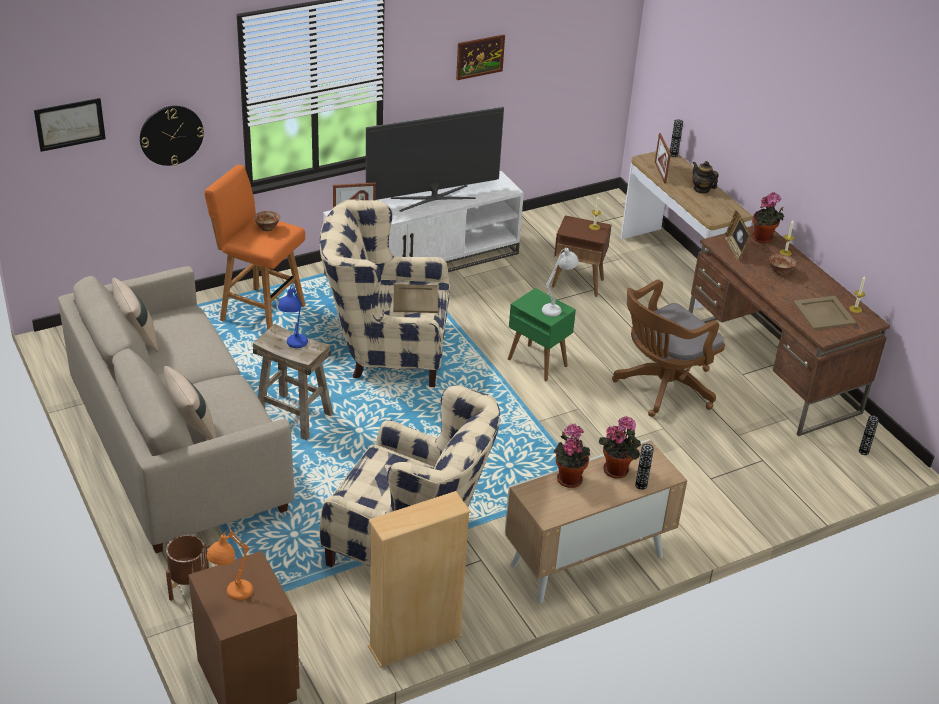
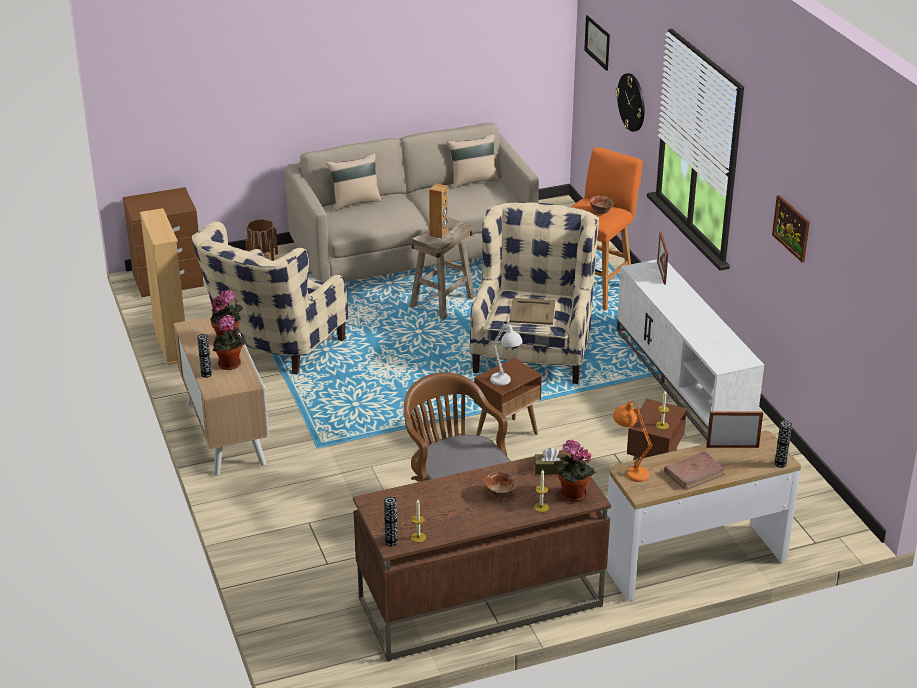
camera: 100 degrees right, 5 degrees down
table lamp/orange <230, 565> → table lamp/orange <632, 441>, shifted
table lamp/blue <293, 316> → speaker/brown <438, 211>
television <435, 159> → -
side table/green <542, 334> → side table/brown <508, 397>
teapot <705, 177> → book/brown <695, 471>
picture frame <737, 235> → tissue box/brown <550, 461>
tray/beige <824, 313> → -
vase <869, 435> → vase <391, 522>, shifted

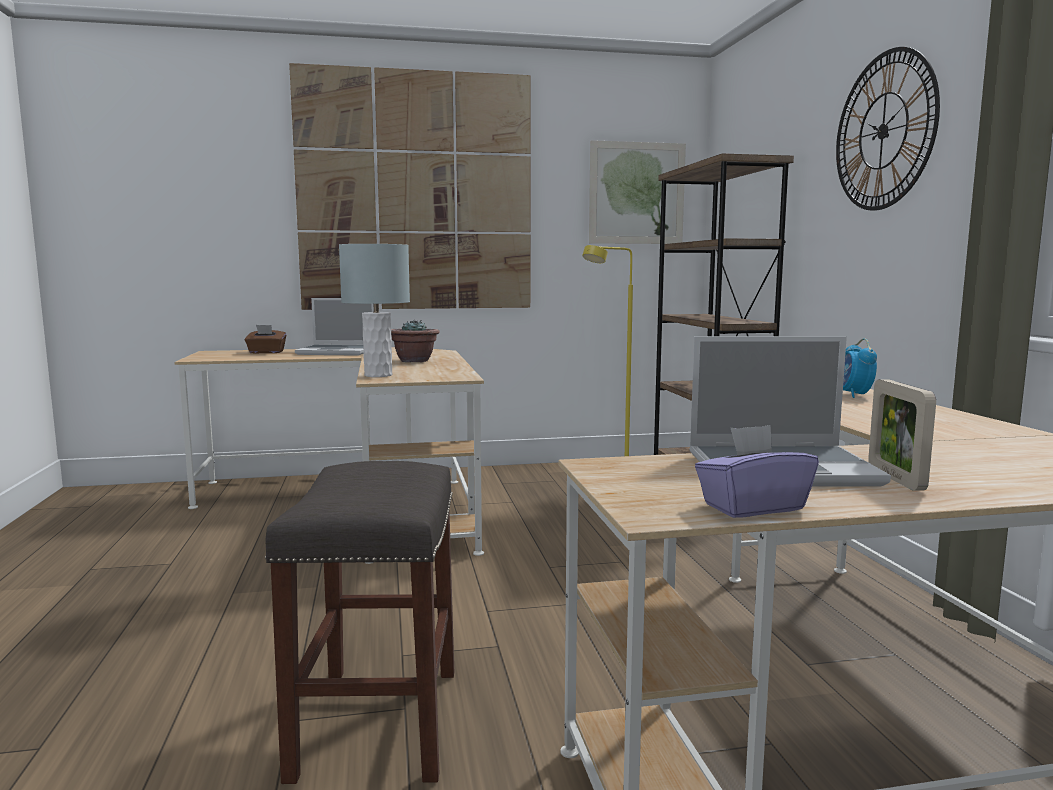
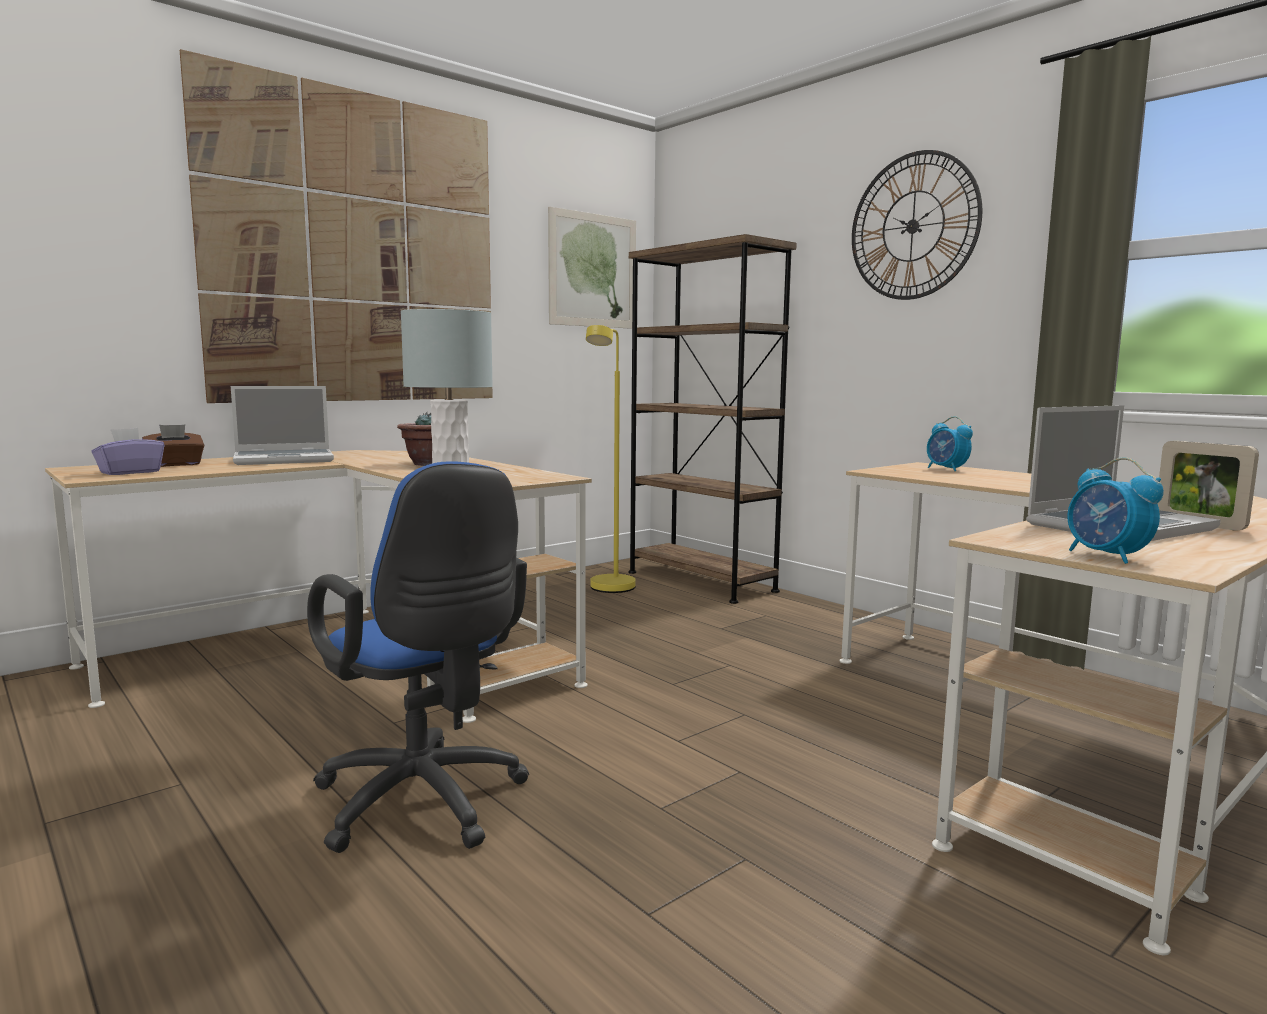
camera: 30 degrees left, 0 degrees up
stool/grey <359, 622> → -
tissue box/purple <757, 471> → tissue box/purple <128, 451>, shifted
- → office chair/blue <418, 657>
- → alarm clock <1115, 510>

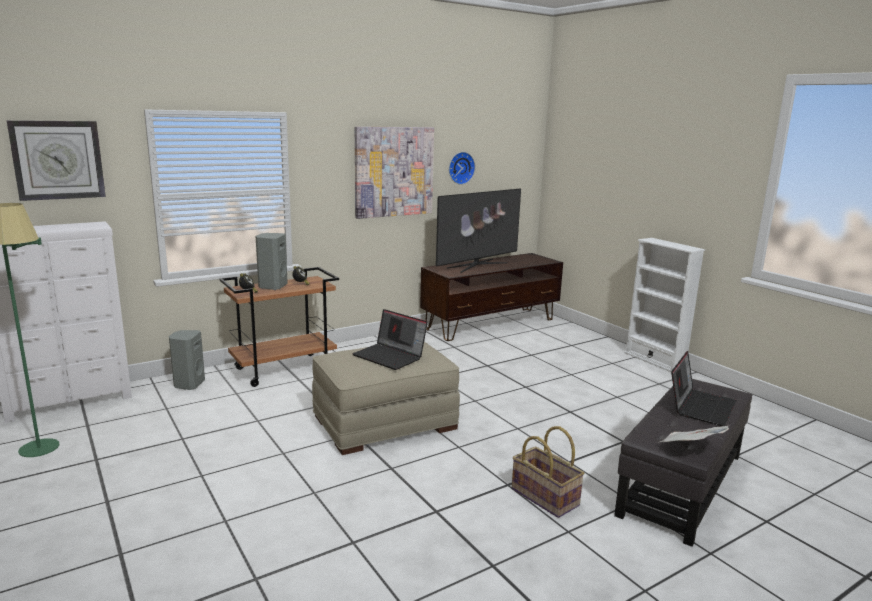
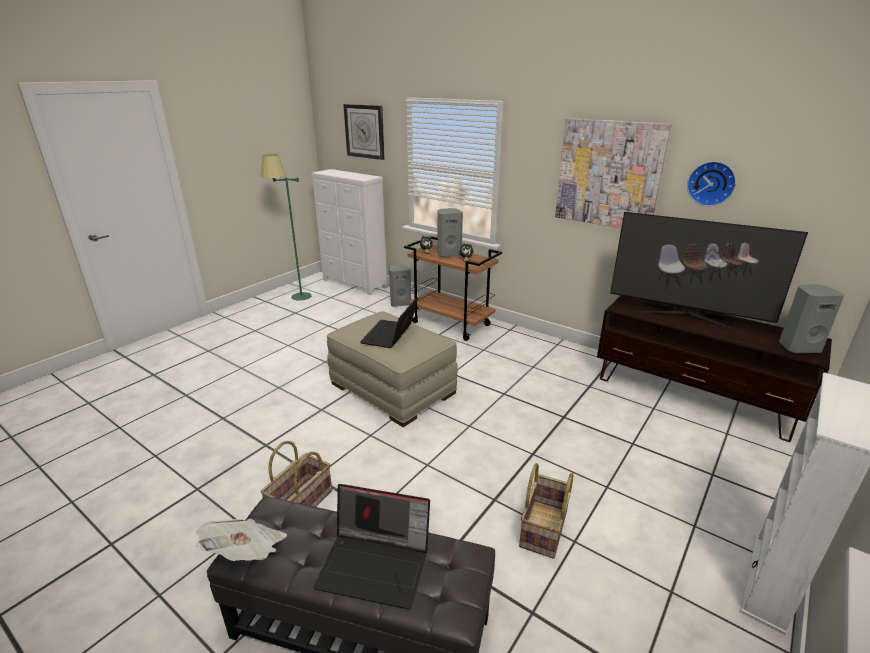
camera: 70 degrees right, 10 degrees up
- → basket <546, 511>
- → speaker/grey <811, 318>

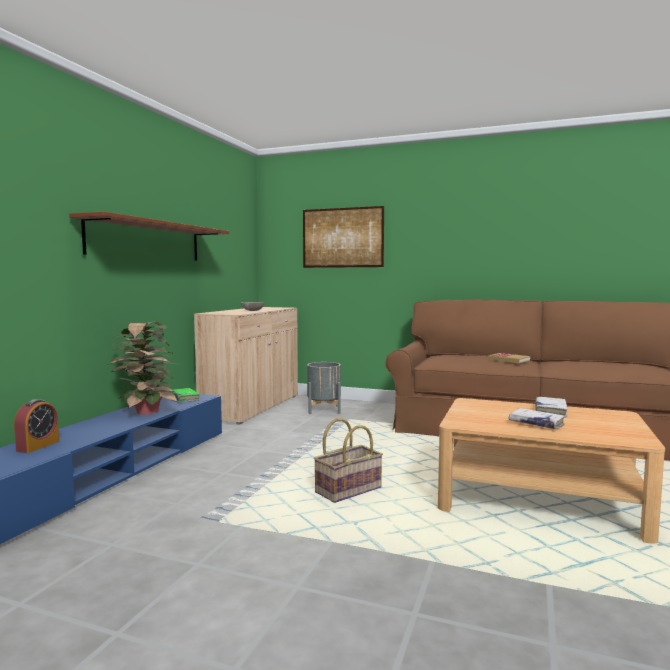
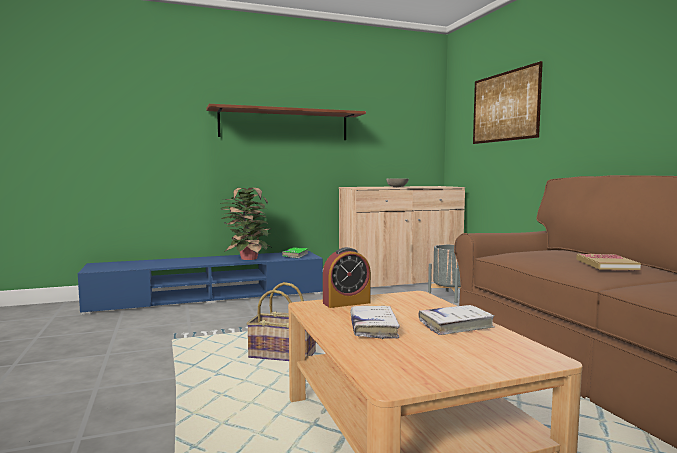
camera: 50 degrees right, 0 degrees up
alarm clock <36, 426> → alarm clock <347, 277>, shifted

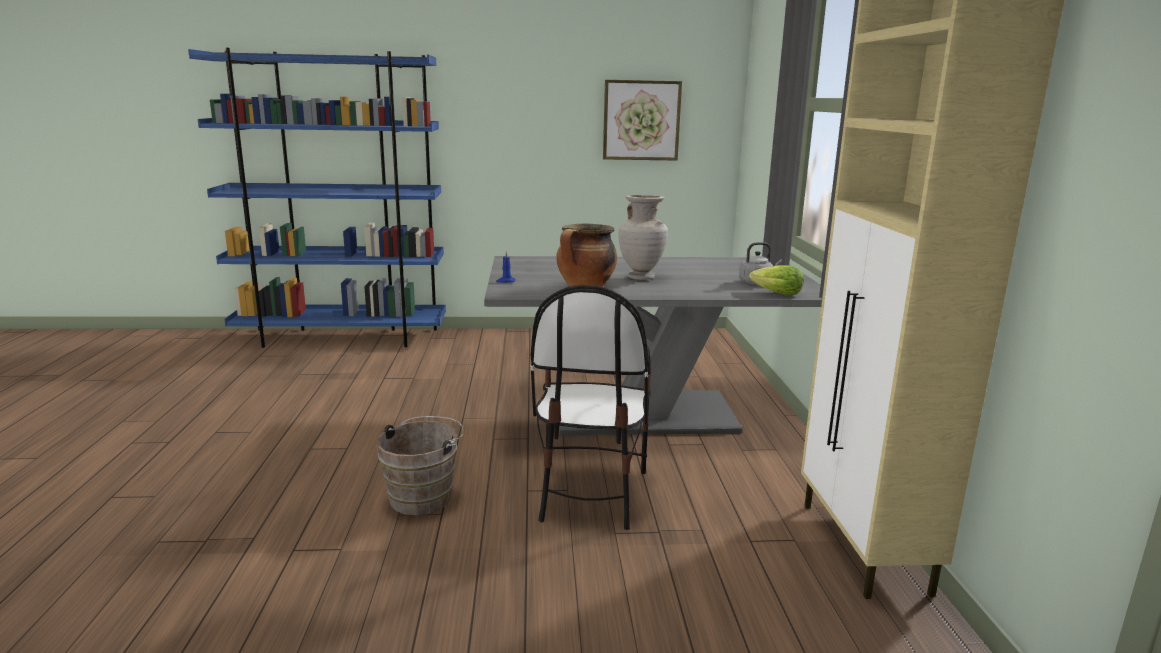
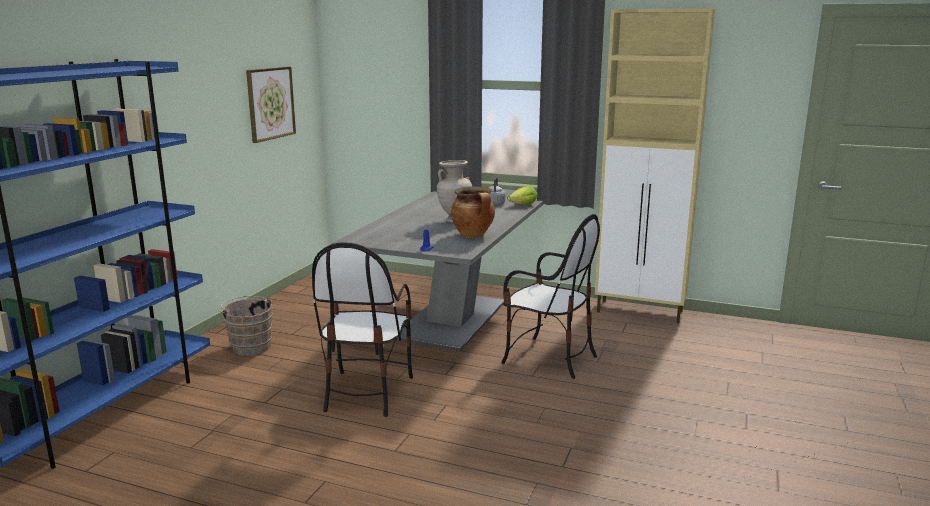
camera: 65 degrees left, 0 degrees up
bucket/brown <420, 465> → bucket/brown <246, 326>, shifted
- → chair <362, 329>

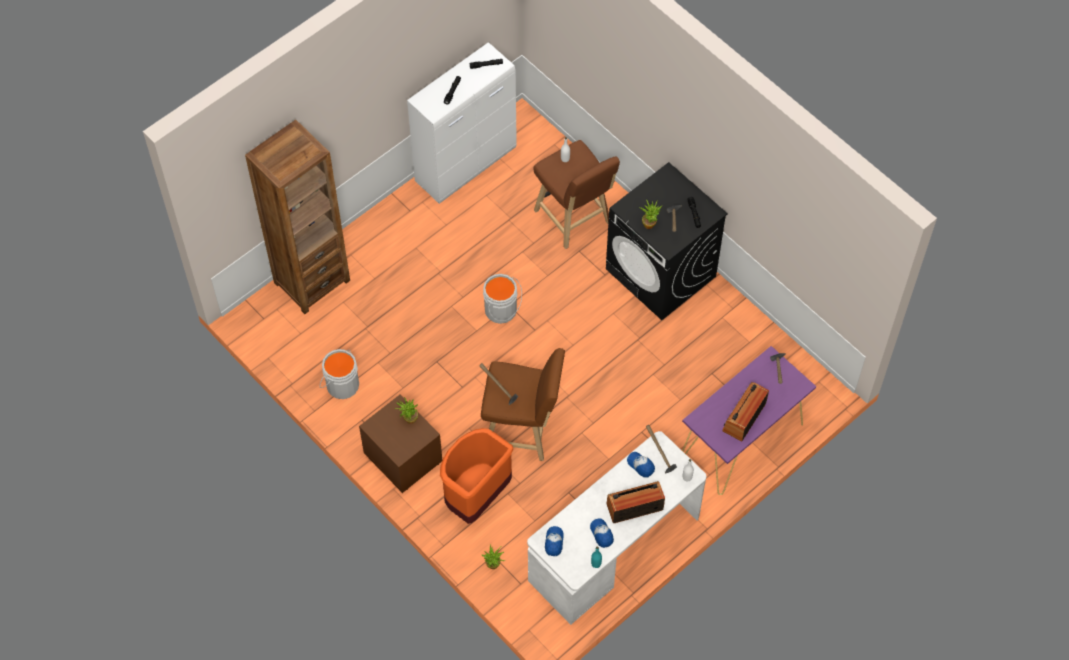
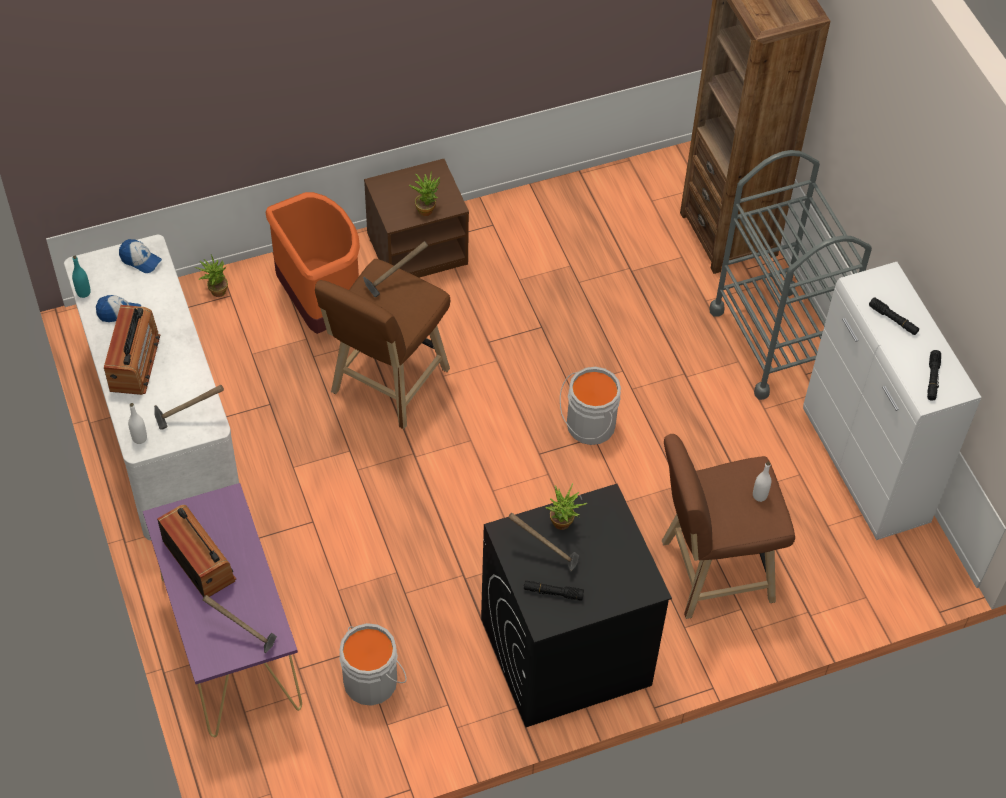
camera: 110 degrees right, 5 degrees down
bucket/grey <339, 374> → bucket/grey <373, 664>, shifted
cap <641, 465> → -
- → cart/grey <790, 275>

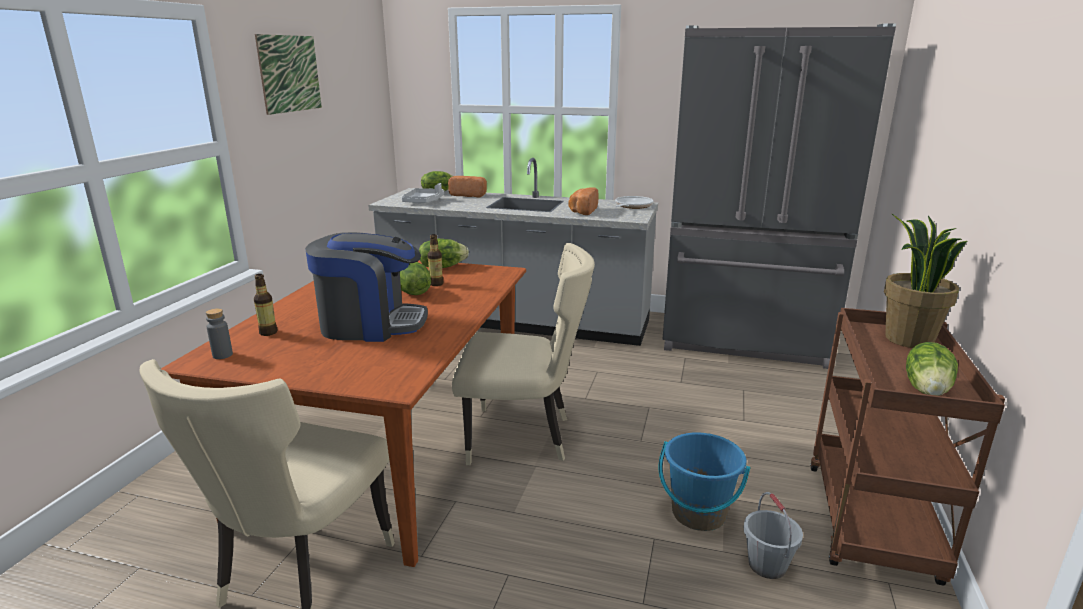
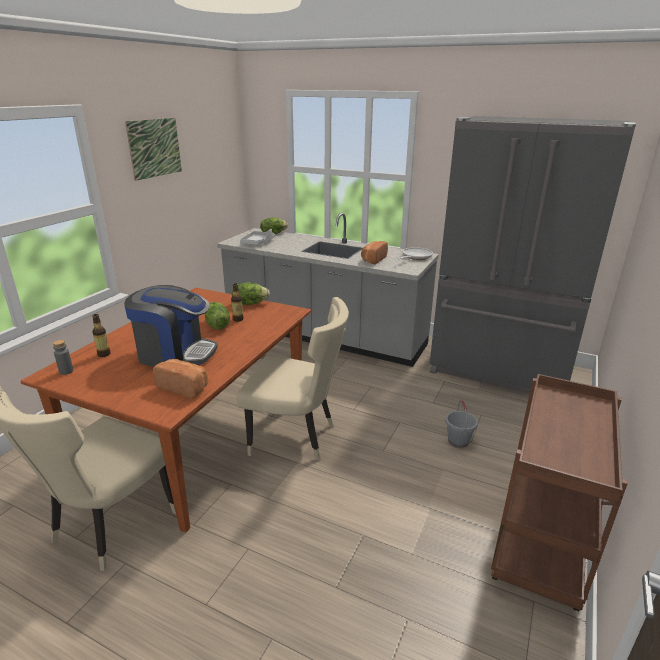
camera: 10 degrees right, 5 degrees up
bread <467, 186> → bread <180, 378>, shifted
bucket/blue <704, 481> → -
bucket/grey <773, 535> → bucket/grey <461, 424>, shifted
potted plant <926, 281> → -
lettuce <932, 369> → -

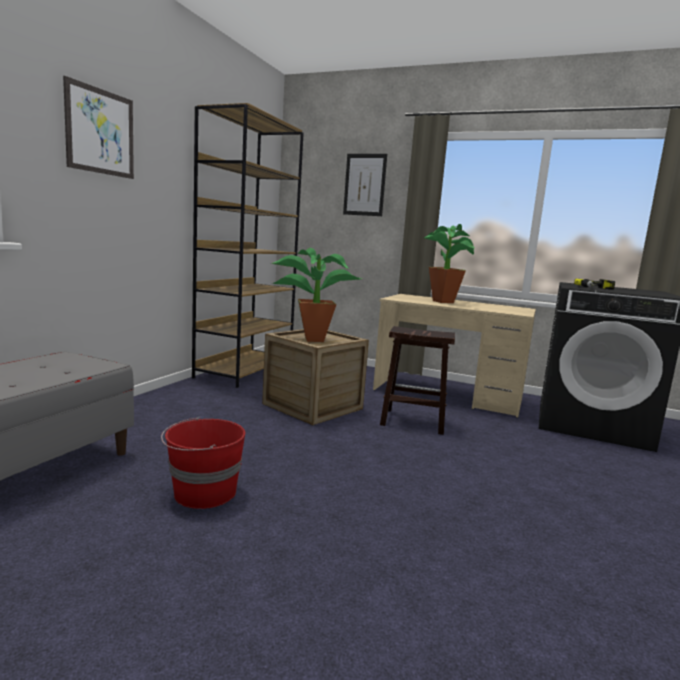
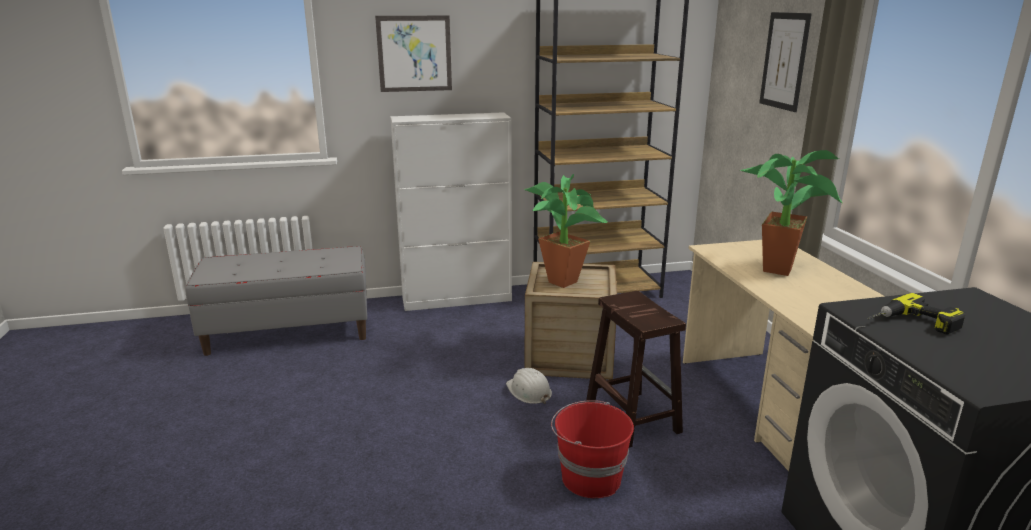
camera: 55 degrees right, 10 degrees up
bucket/red <203, 463> → bucket/red <592, 449>, shifted
- → cabinet/white <451, 211>
- → hard hat/white <529, 386>

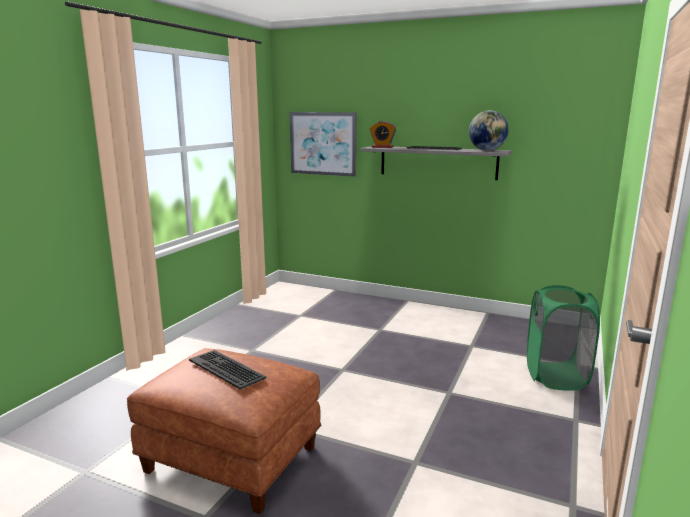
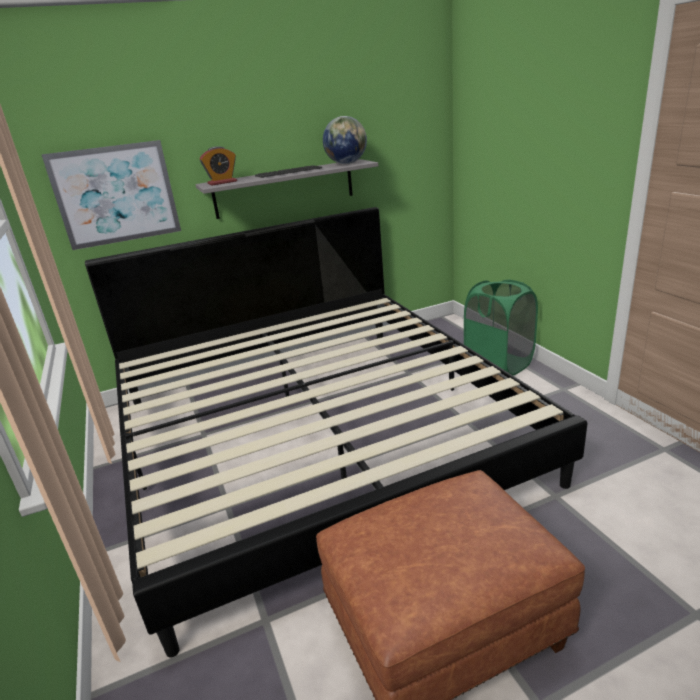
camera: 45 degrees left, 10 degrees up
keyboard <227, 369> → -
- → bed <336, 432>

